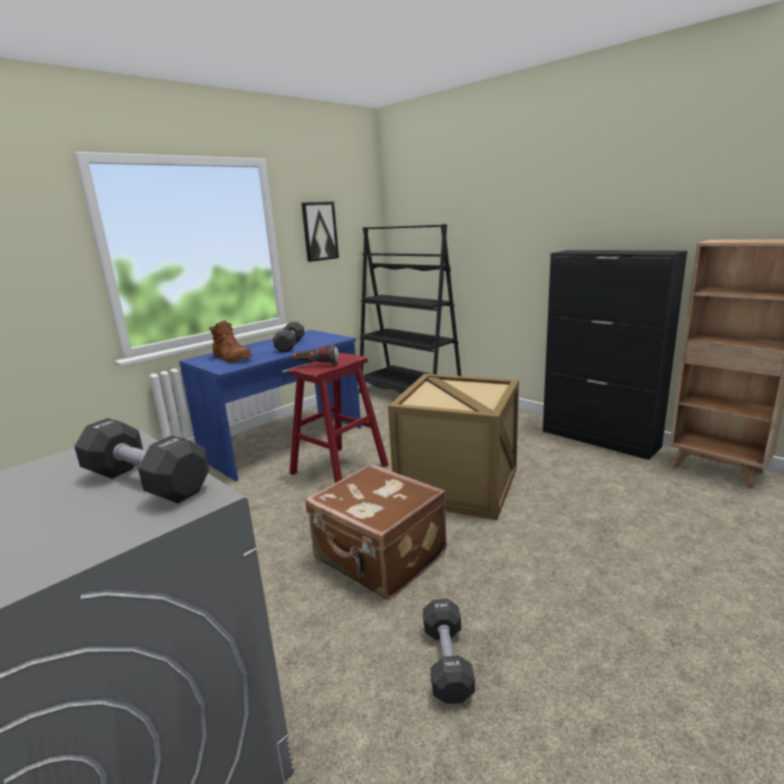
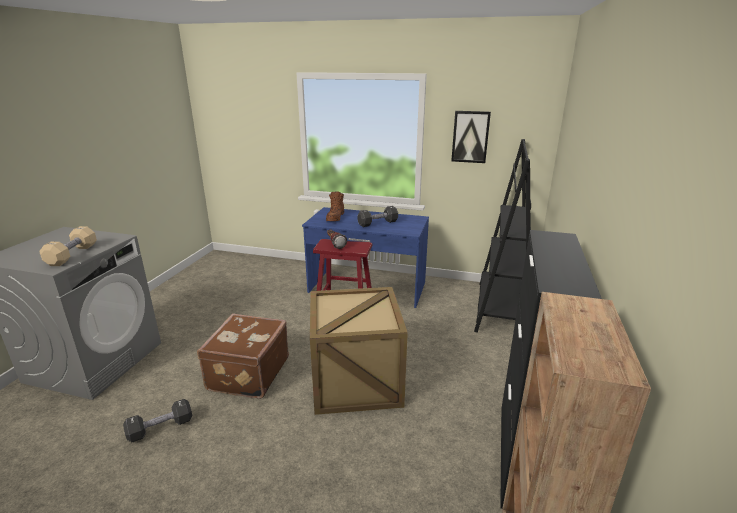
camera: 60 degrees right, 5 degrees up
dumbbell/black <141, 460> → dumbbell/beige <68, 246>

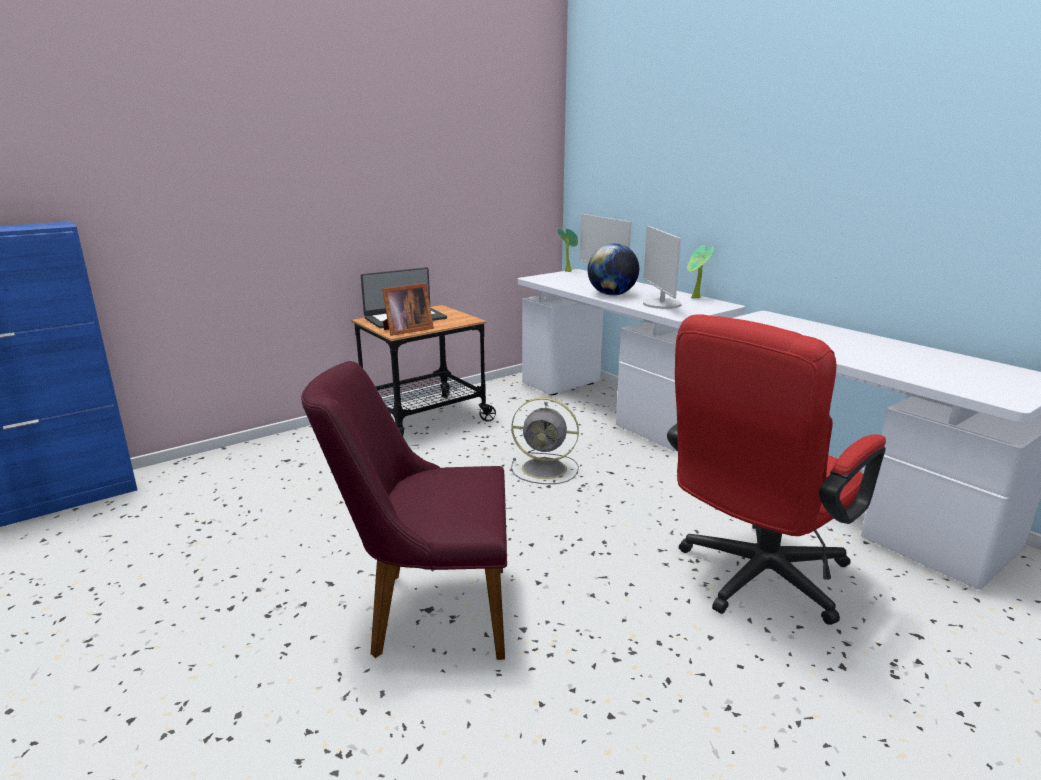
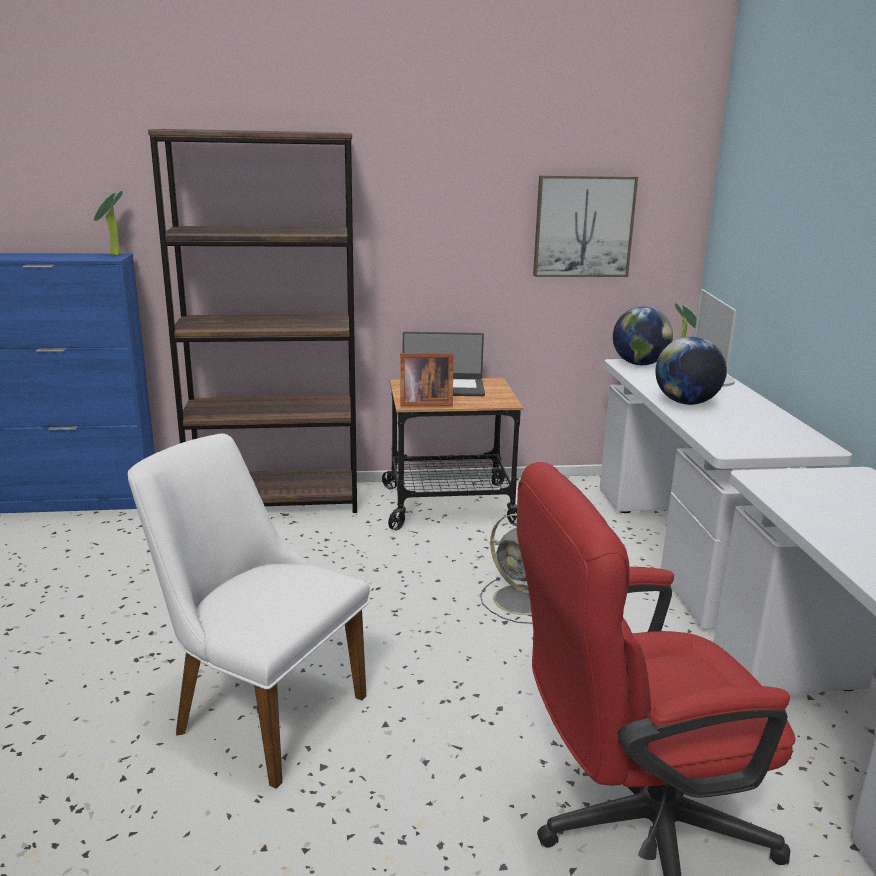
camera: 30 degrees right, 0 degrees up
chair/purple <404, 510> → chair/white <249, 611>
monitor <662, 267> → -
potted plant <700, 271> → potted plant <108, 223>, shifted
- → bookcase/brown <252, 321>
- → picture <585, 226>
- → globe <643, 335>

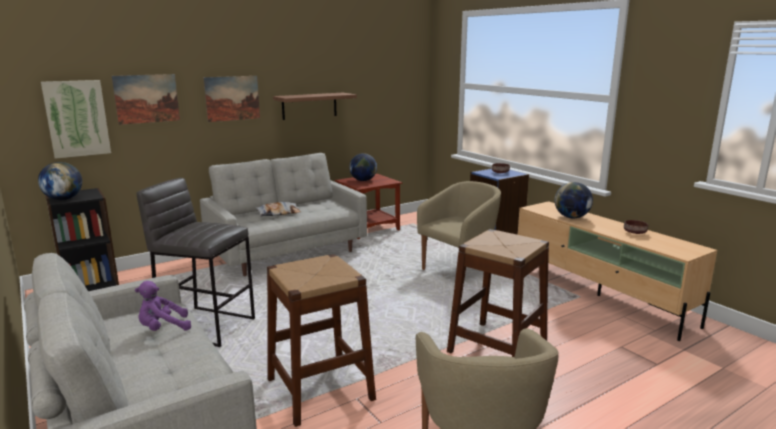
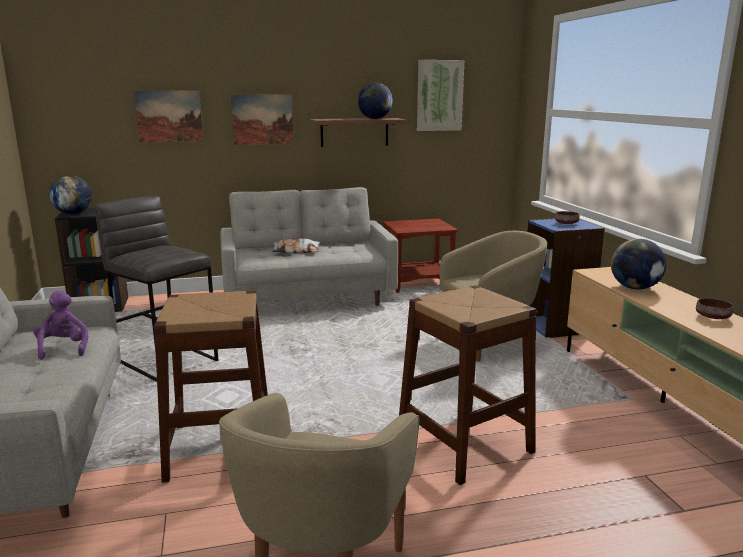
camera: 20 degrees right, 0 degrees up
picture <76, 119> → picture <440, 95>, shifted
plush toy/purple <163, 306> → plush toy/purple <60, 325>, 75 degrees clockwise
globe <363, 167> → globe <375, 100>, shifted

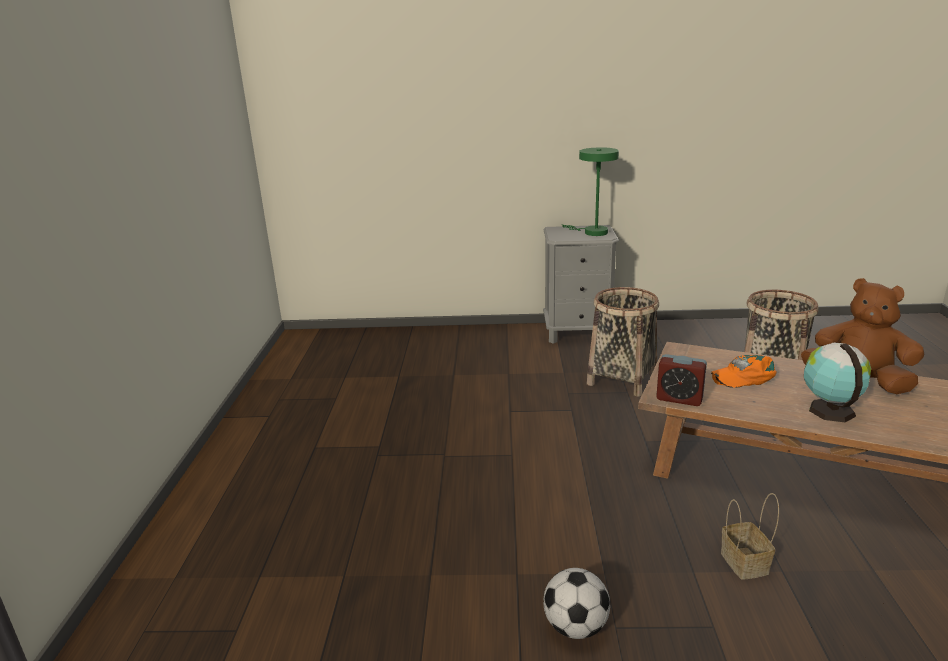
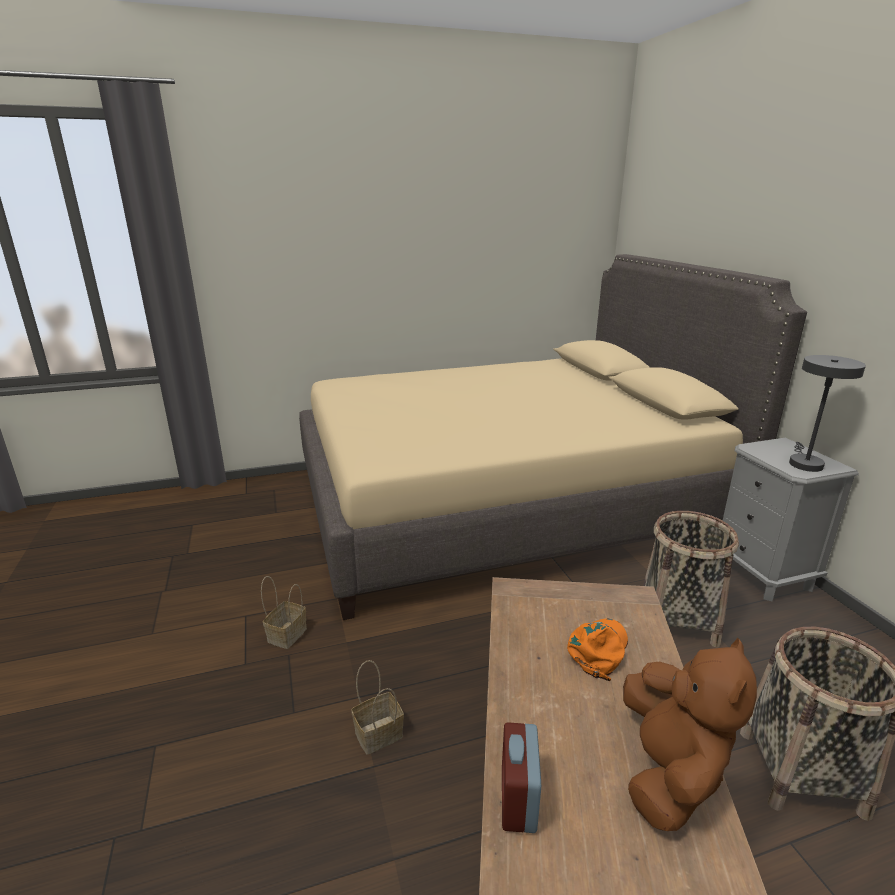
camera: 70 degrees right, 0 degrees up
football <577, 603> → basket <284, 612>
table lamp/green <590, 191> → table lamp/grey <827, 413>
alarm clock <681, 380> → alarm clock <521, 777>, shifted
cap/orange <744, 371> → cap/orange <597, 650>, 60 degrees clockwise
globe <837, 382> → -
- → bed/beige <553, 437>

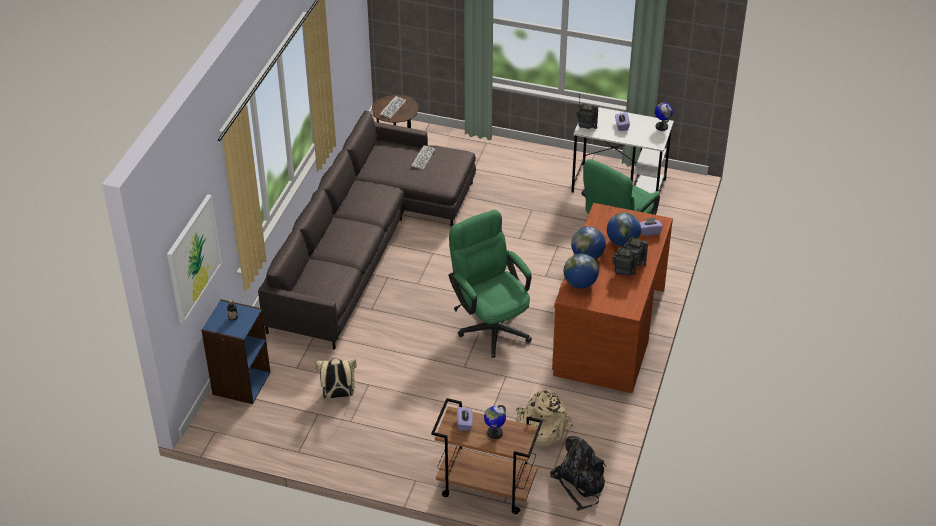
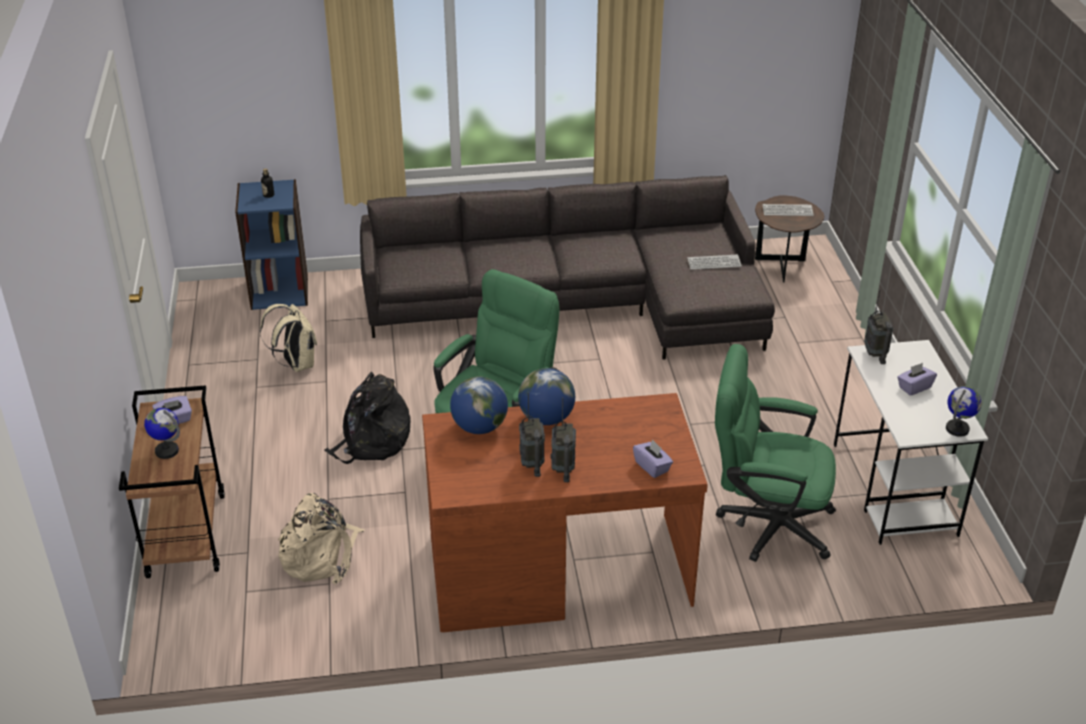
camera: 65 degrees right, 5 degrees down
picture <194, 259> → -
backpack/black <578, 473> → backpack/black <367, 418>, shifted
globe <624, 229> → -

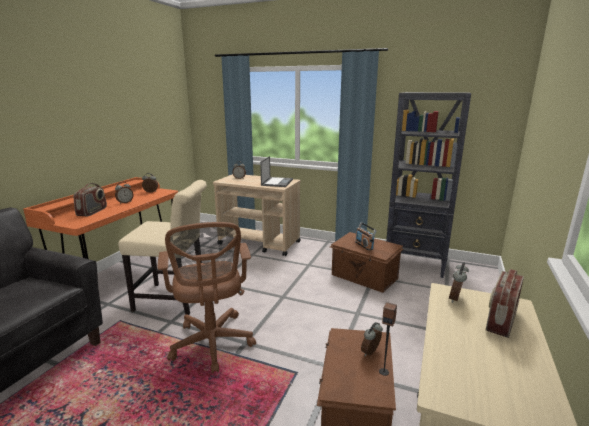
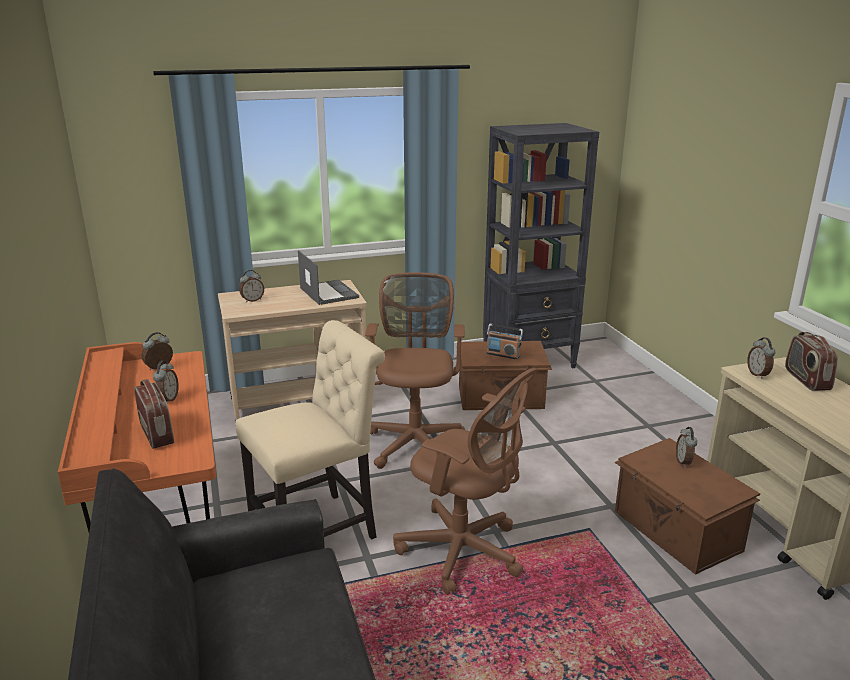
camera: 40 degrees left, 5 degrees up
speaker <388, 339> → -
- → office chair/brown <415, 370>

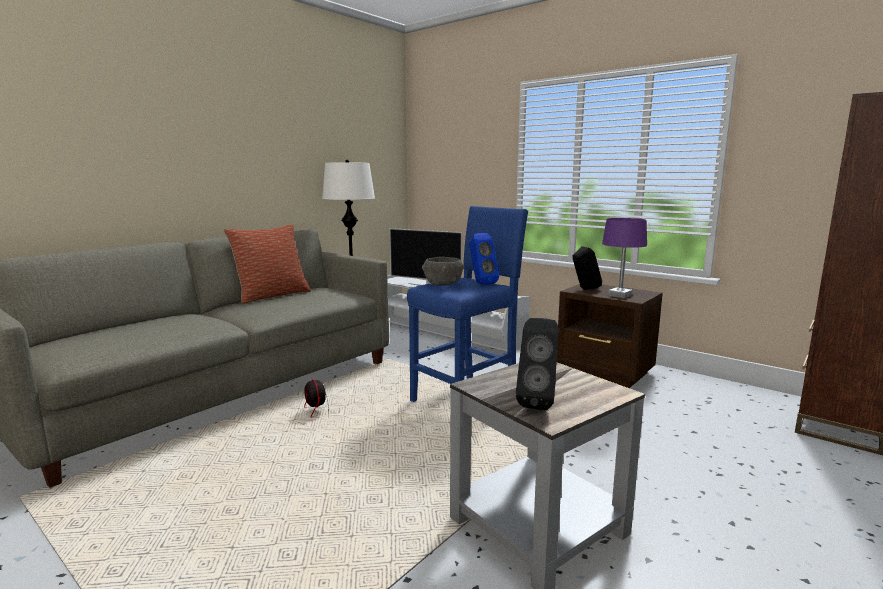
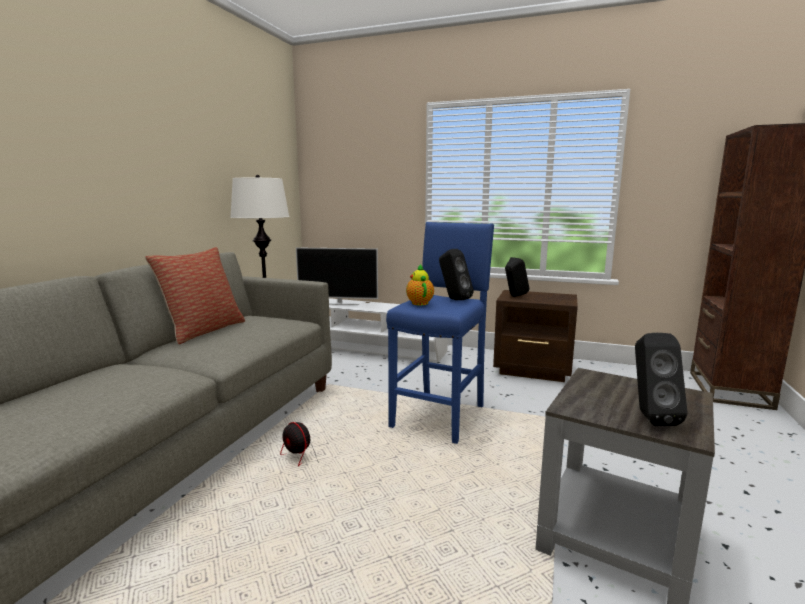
camera: 20 degrees left, 0 degrees up
bowl/grey <443, 271> → teapot <420, 284>
speaker/blue <484, 259> → speaker/black <456, 274>
table lamp/purple <624, 258> → -

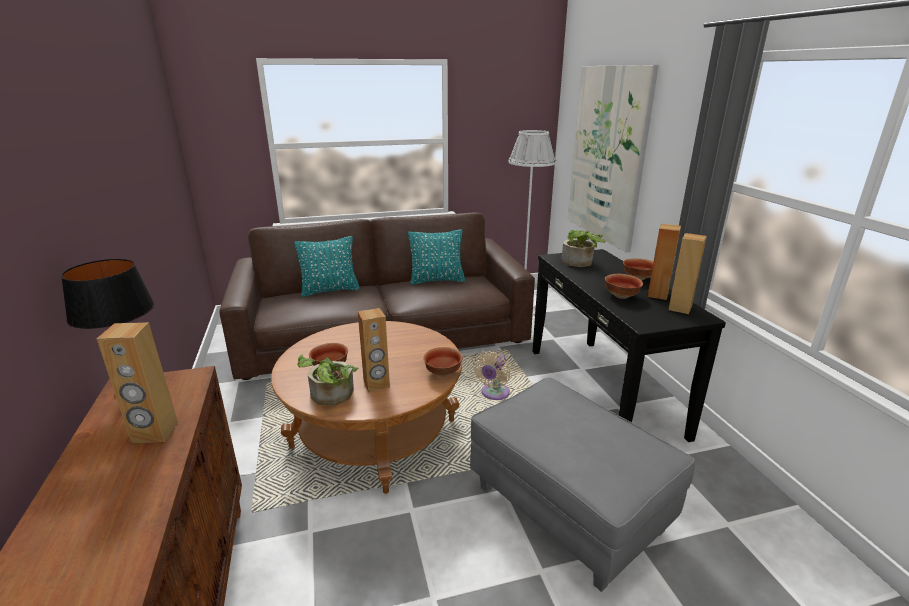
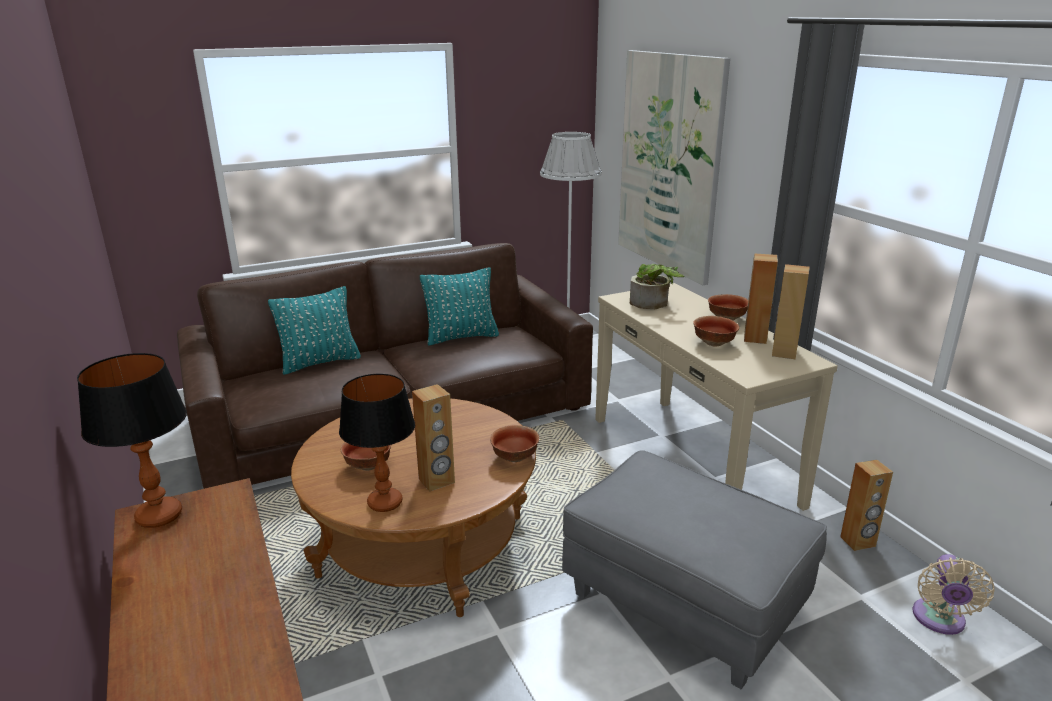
camera: 10 degrees left, 0 degrees up
speaker/brown <137, 382> → speaker/brown <866, 505>, shifted
potted plant <327, 380> → table lamp <377, 443>
fan/beige <491, 375> → fan/beige <953, 594>, shifted
console table/black <629, 345> → console table/beige <716, 397>

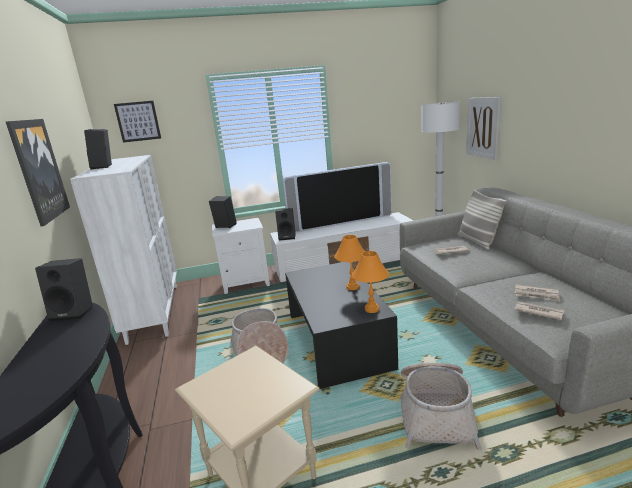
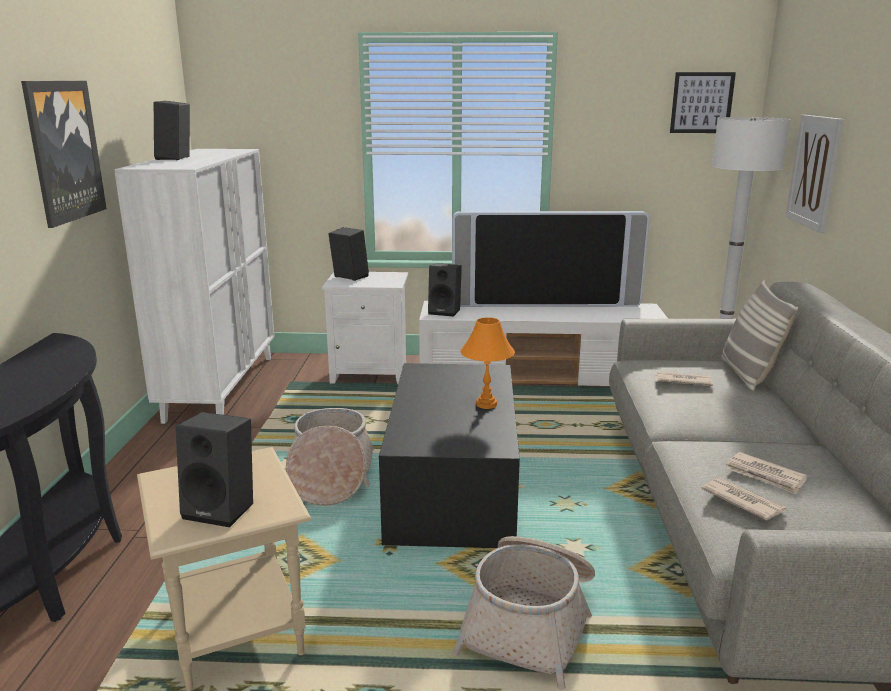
camera: 15 degrees right, 0 degrees up
speaker/black <64, 290> → speaker/black <214, 469>, shifted
picture <137, 122> → picture <703, 102>, shifted
table lamp/orange <370, 282> → -

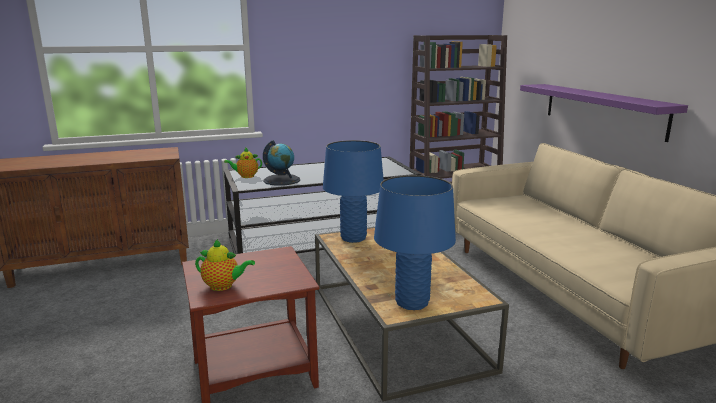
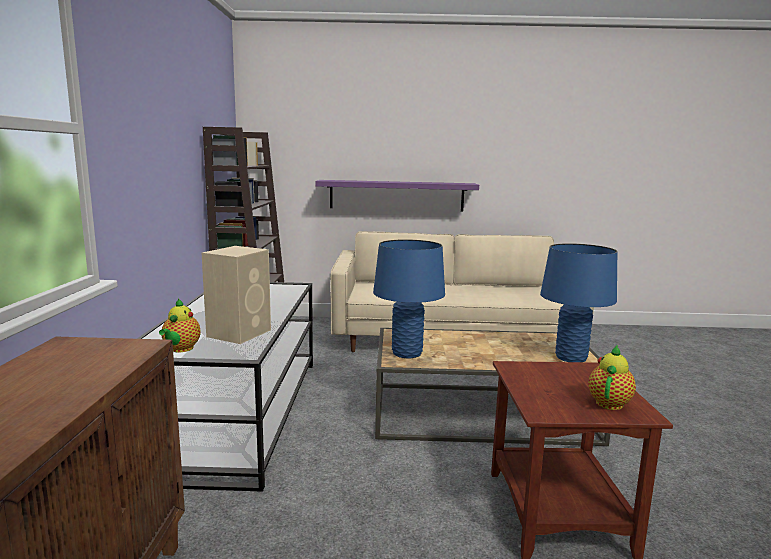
camera: 70 degrees left, 5 degrees down
globe <281, 163> → speaker/beige <236, 295>

